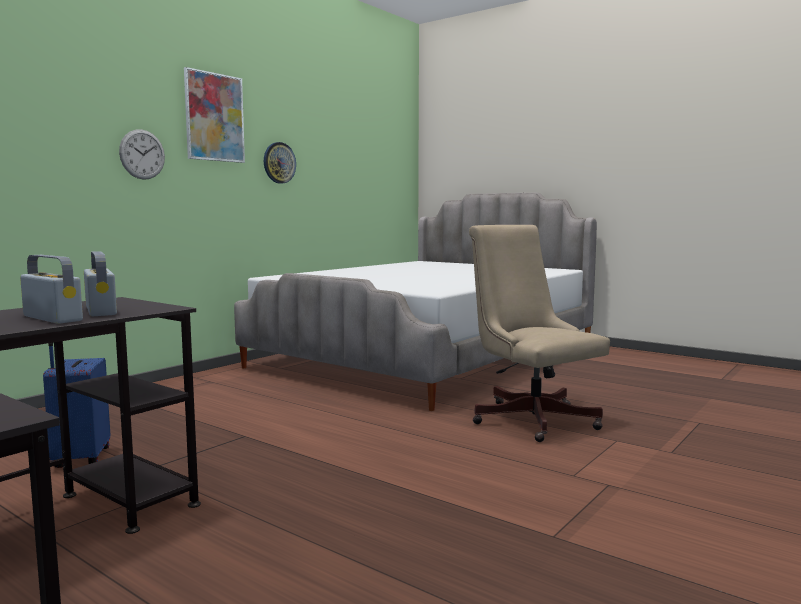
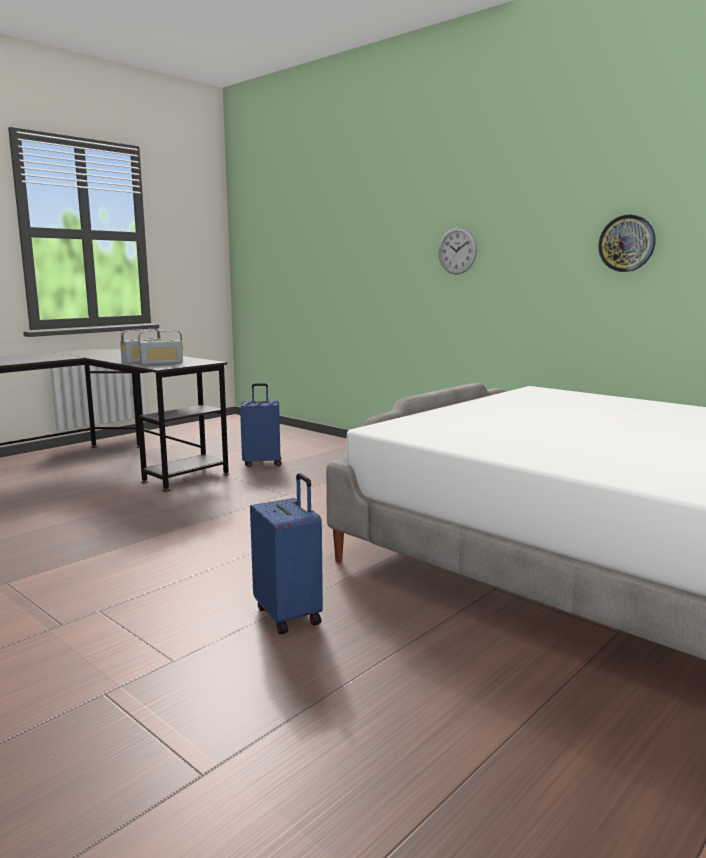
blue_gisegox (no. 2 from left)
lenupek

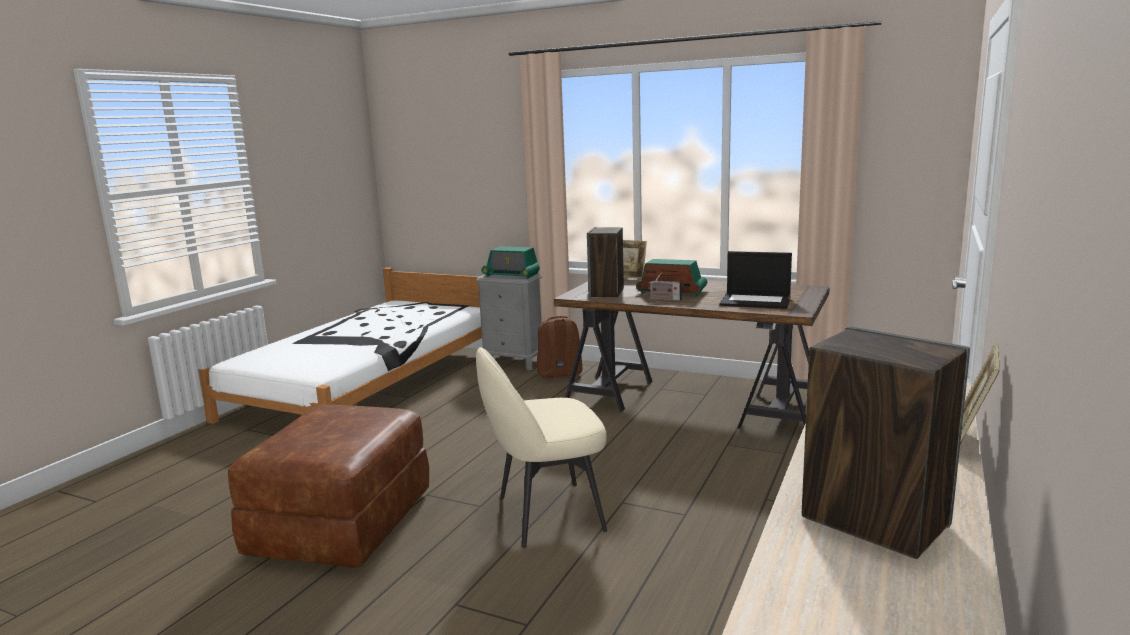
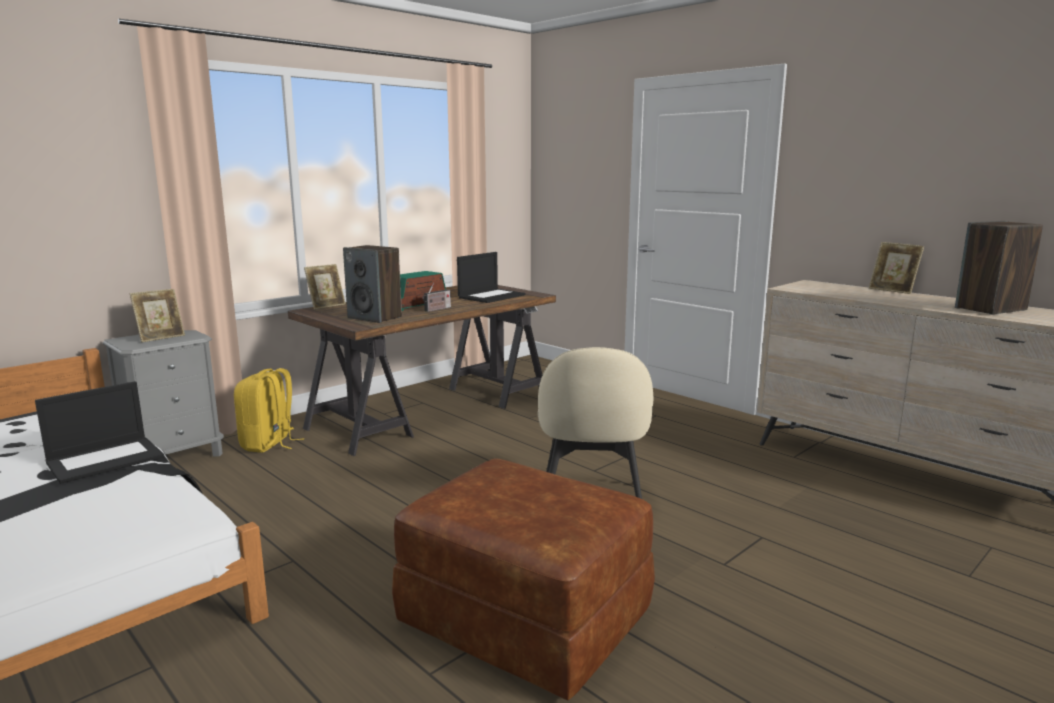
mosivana (no. 1 from left)
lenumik (no. 1 from left)
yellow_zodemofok

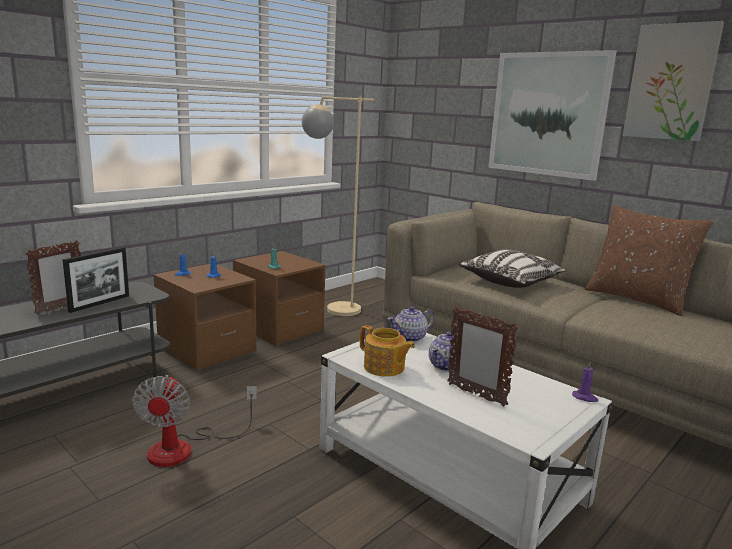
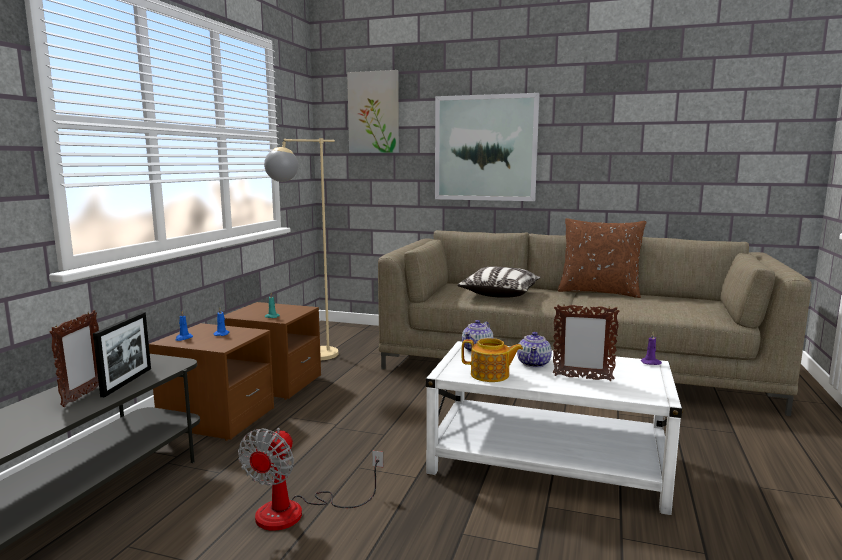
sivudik
lenupek (no. 1 from left)

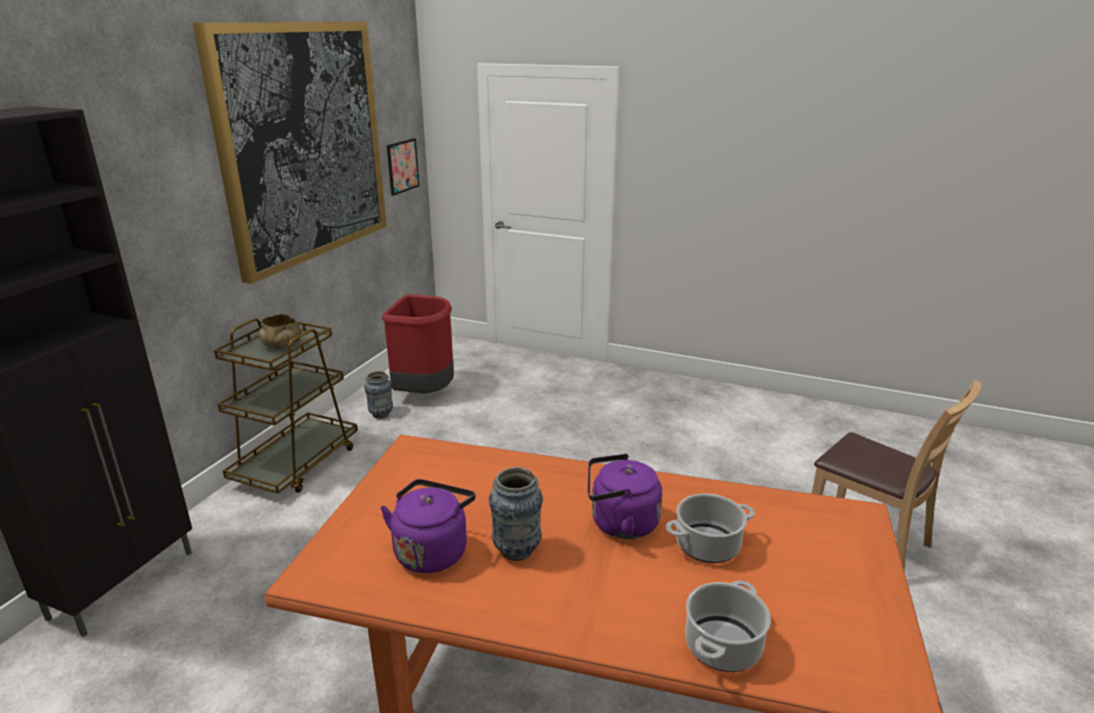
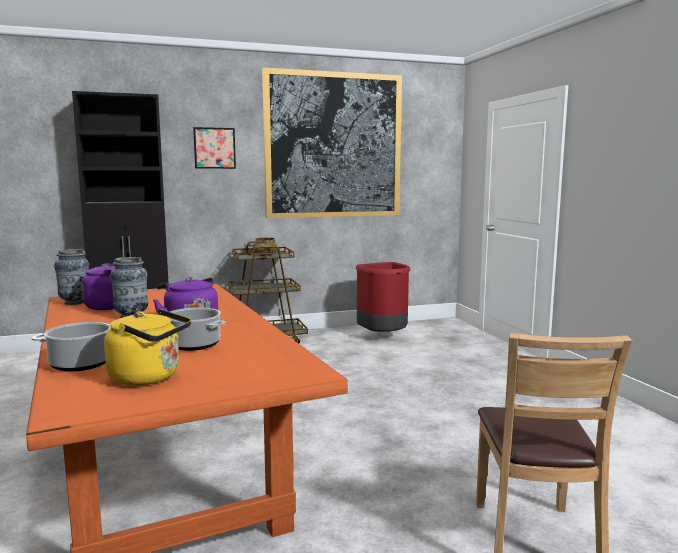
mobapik (no. 1 from left)
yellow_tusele
lenupek (no. 1 from left)

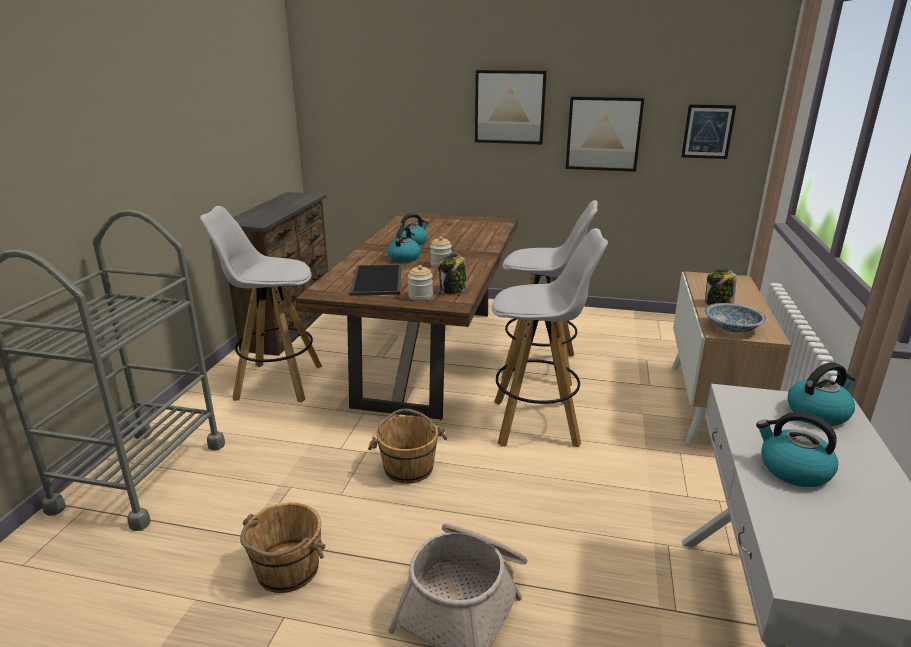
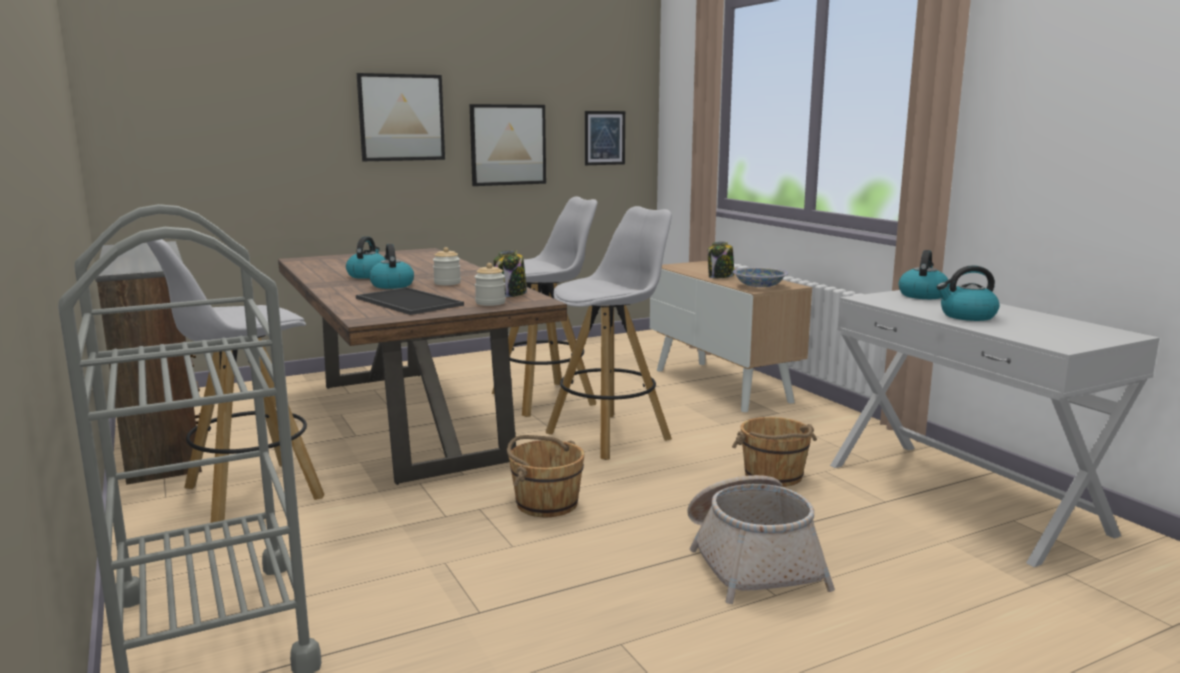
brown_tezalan (no. 2 from left)

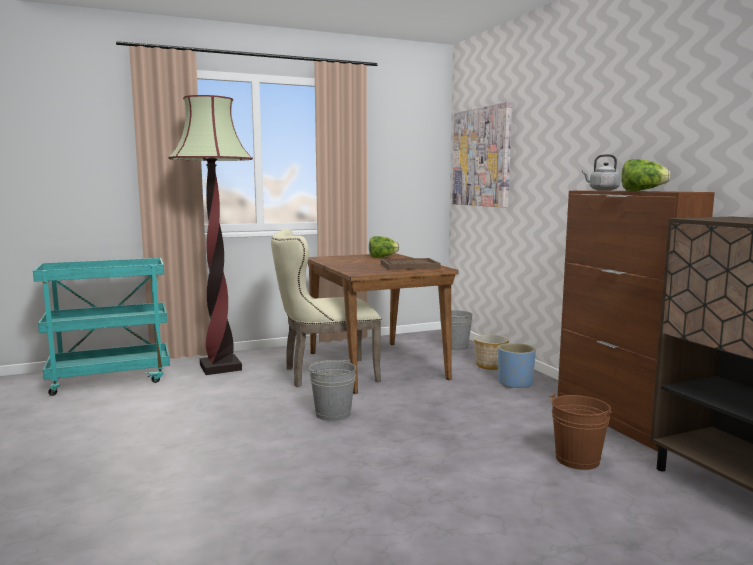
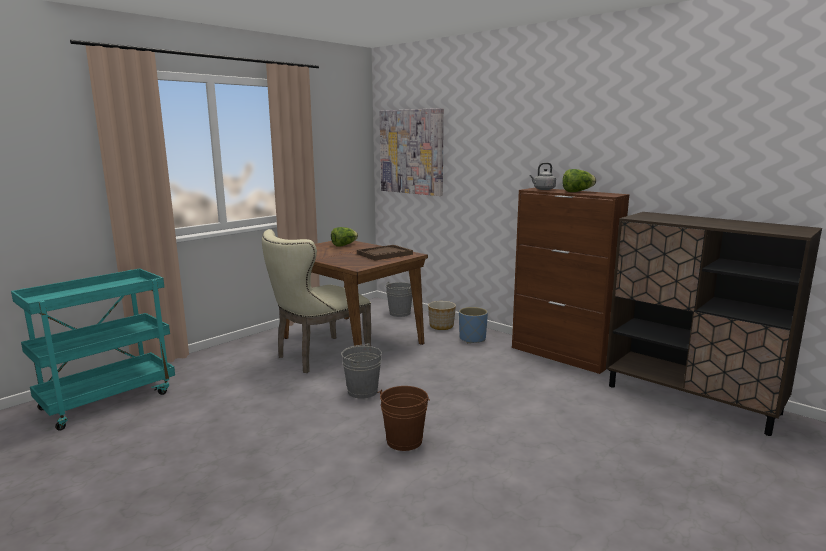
brown_tezalan
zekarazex

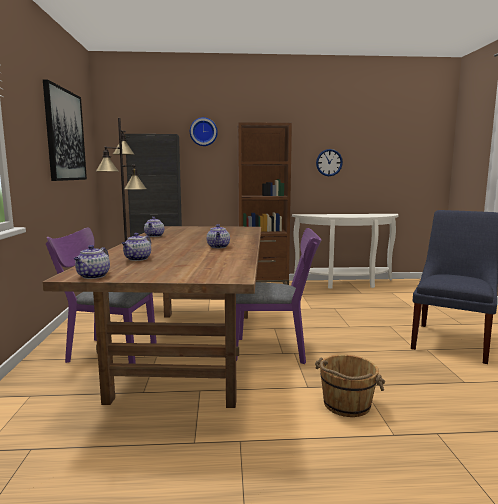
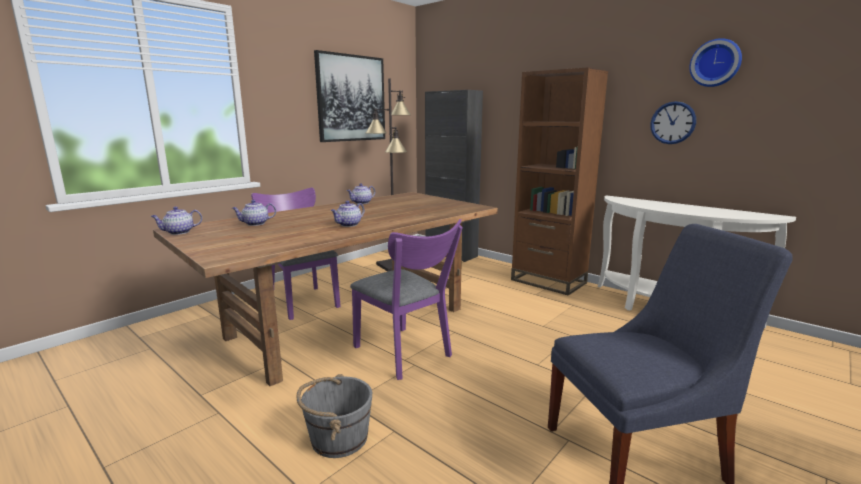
grey_tezalan
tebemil (no. 2 from left)

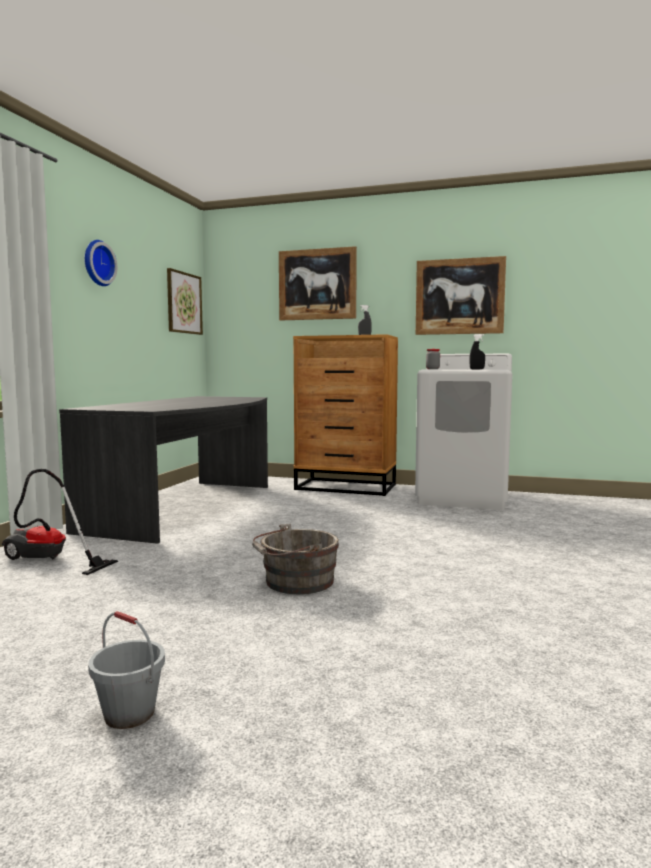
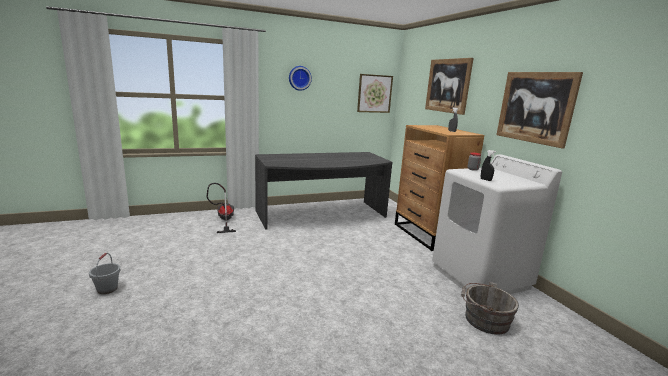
grey_tezalan (no. 2 from left)

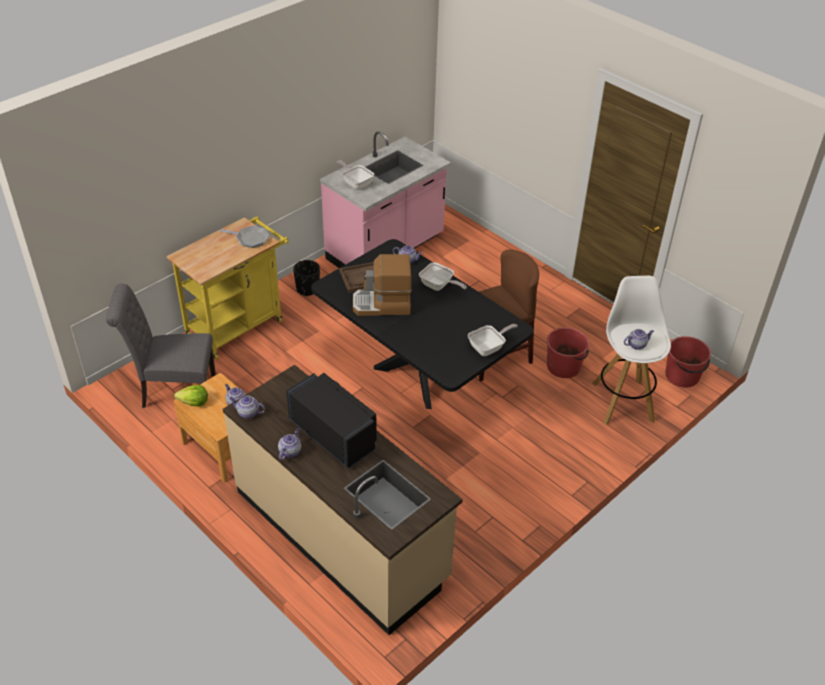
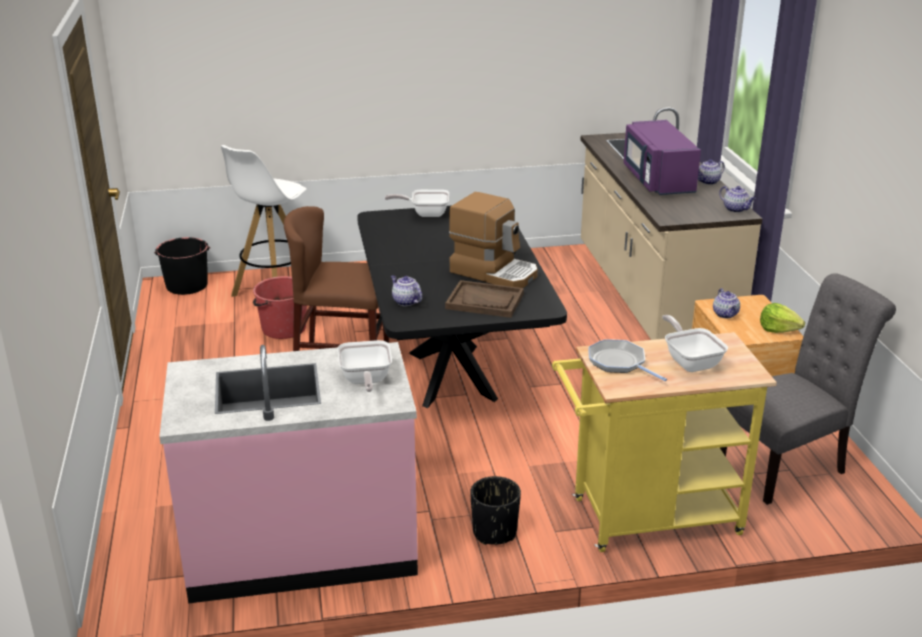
black_tezalan
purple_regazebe
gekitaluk (no. 4 from left)
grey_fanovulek
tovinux (no. 5 from left in the first image)

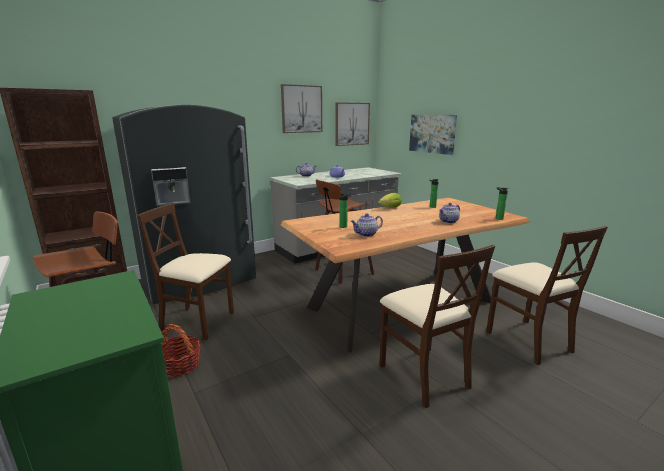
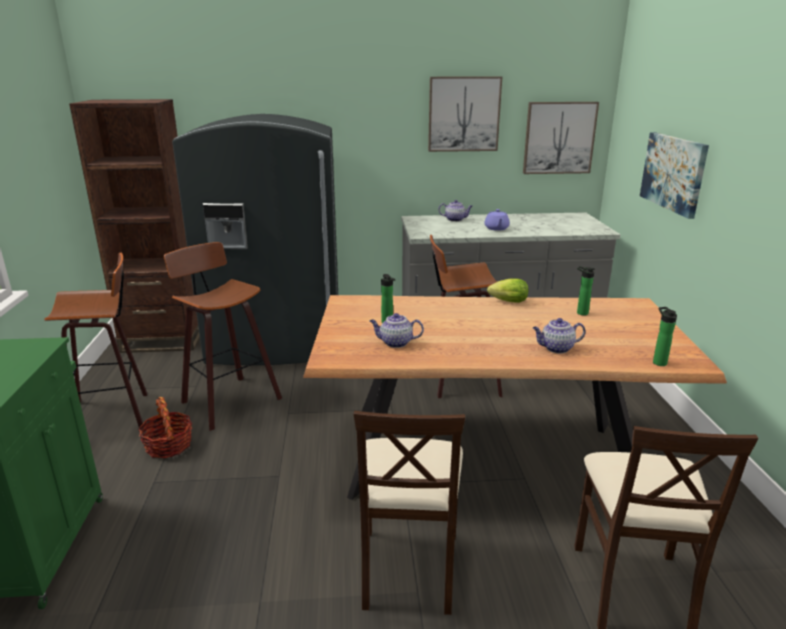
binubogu (no. 2 from left)

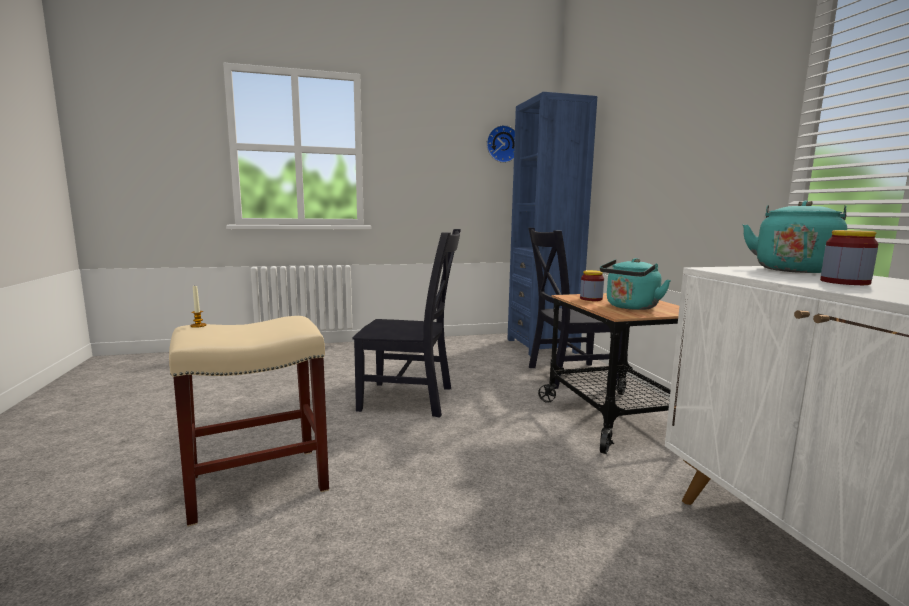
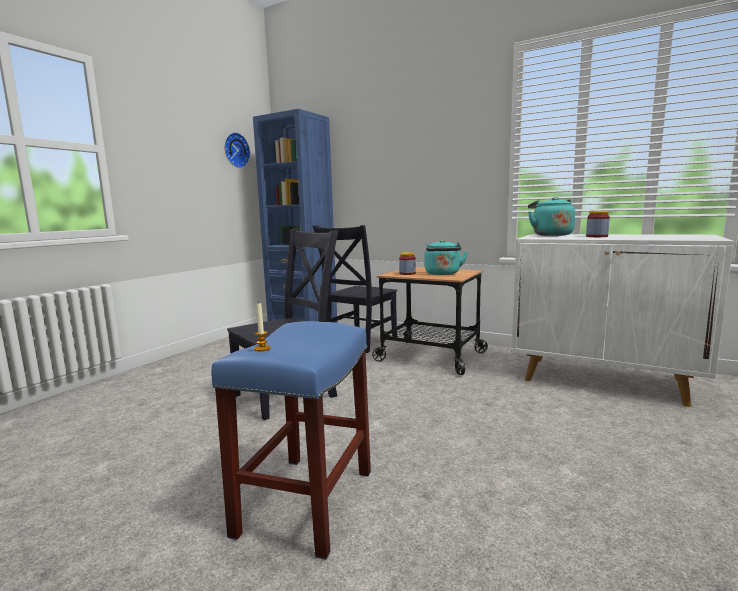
blue_binubogu

